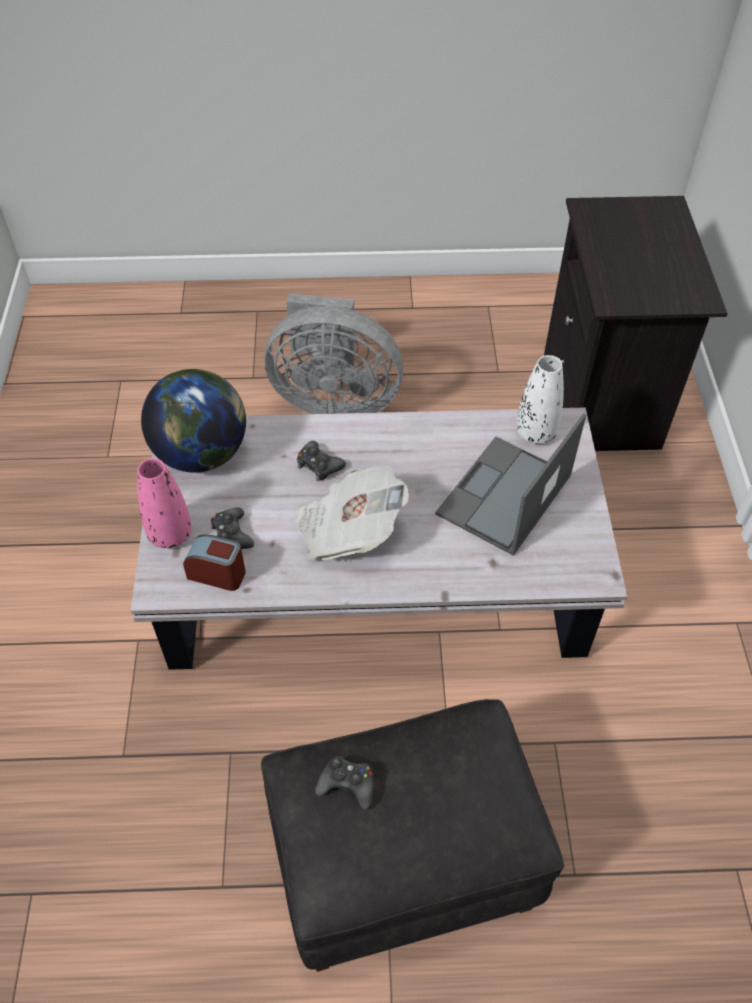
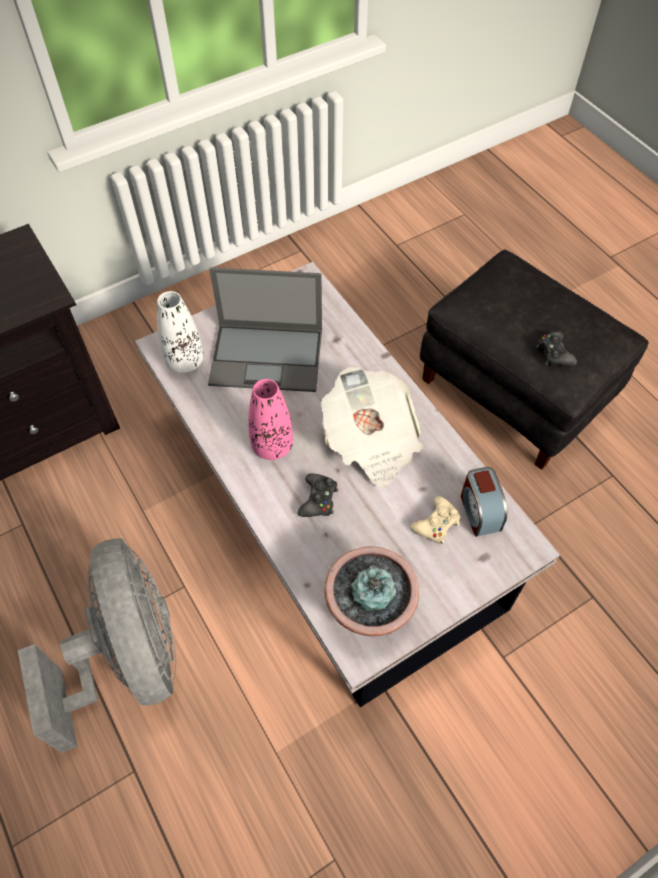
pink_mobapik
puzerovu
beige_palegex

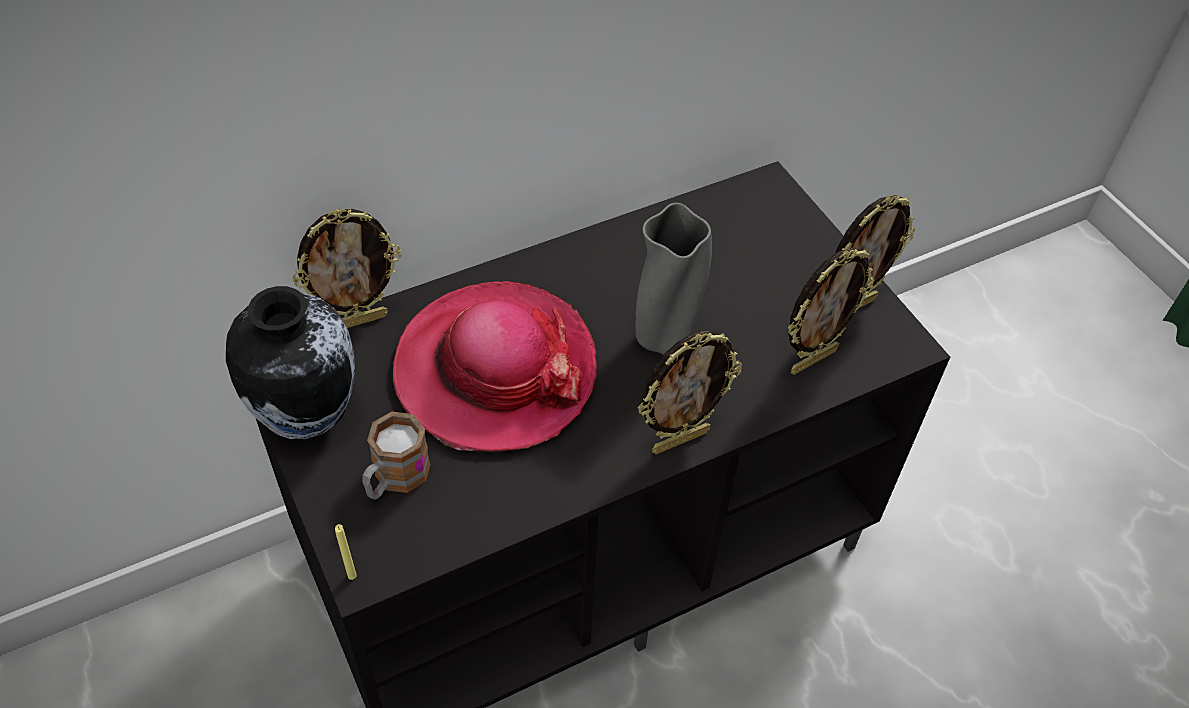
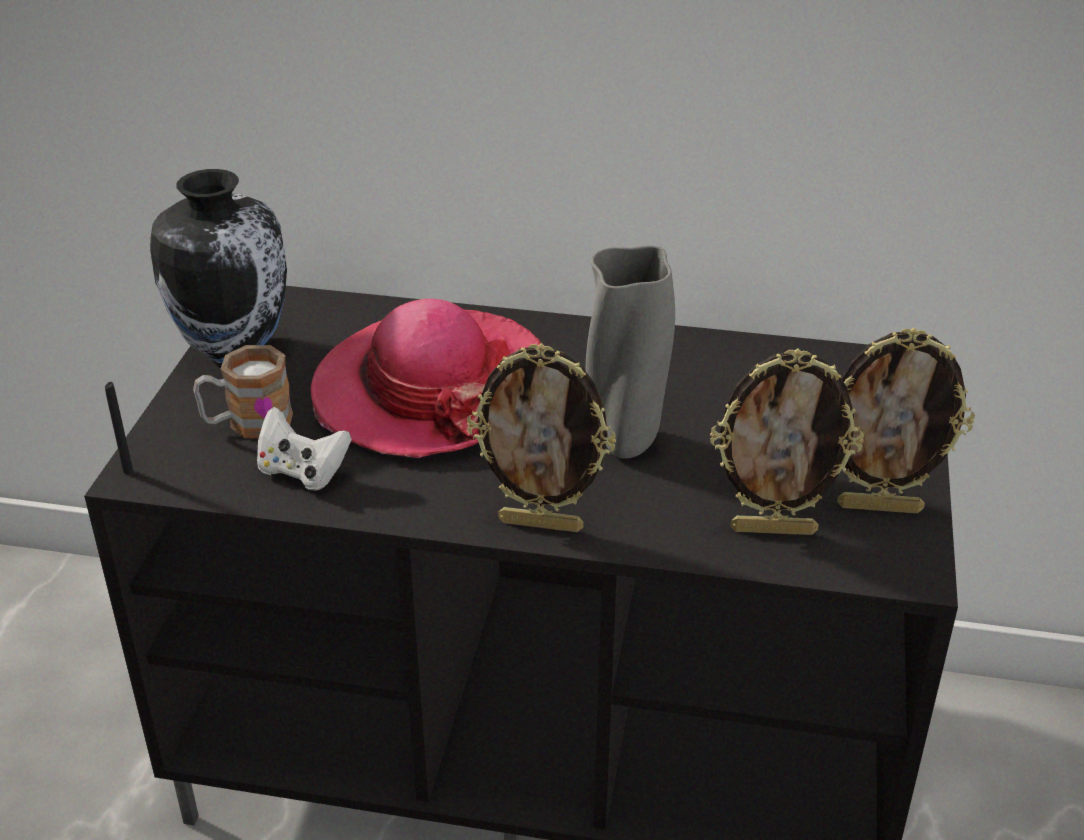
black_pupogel
white_palegex
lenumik (no. 1 from left in the first image)

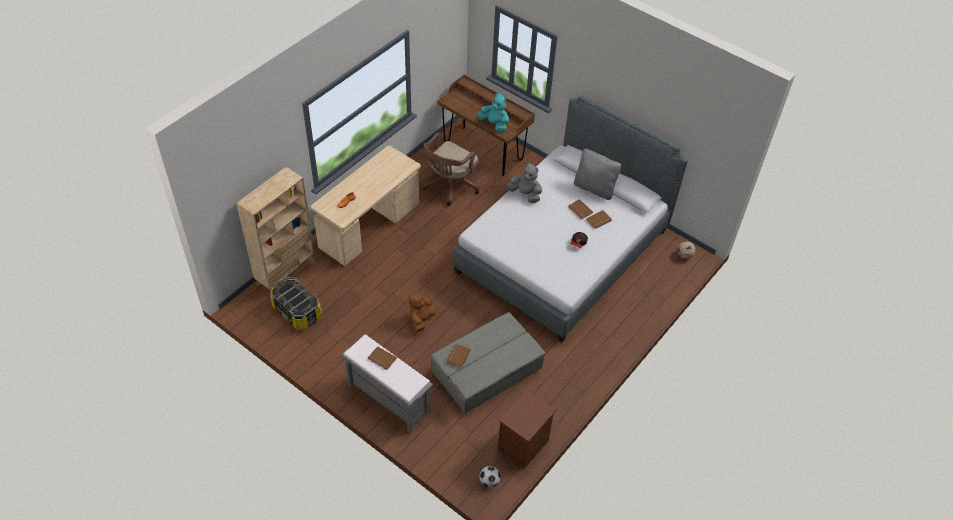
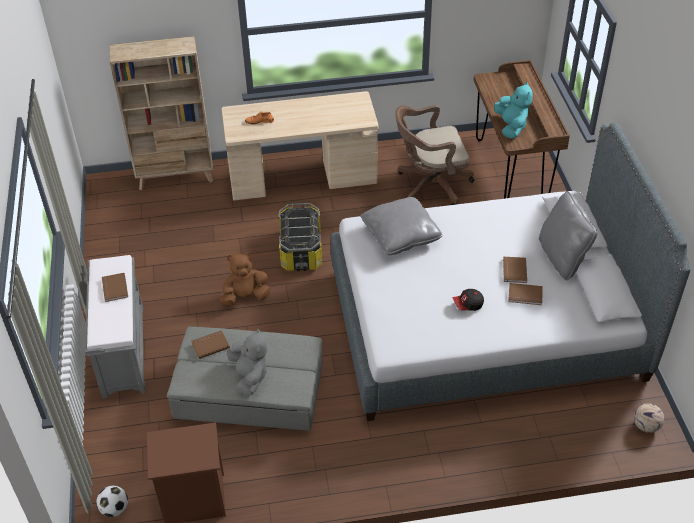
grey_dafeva
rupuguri
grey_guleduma (no. 1 from left)

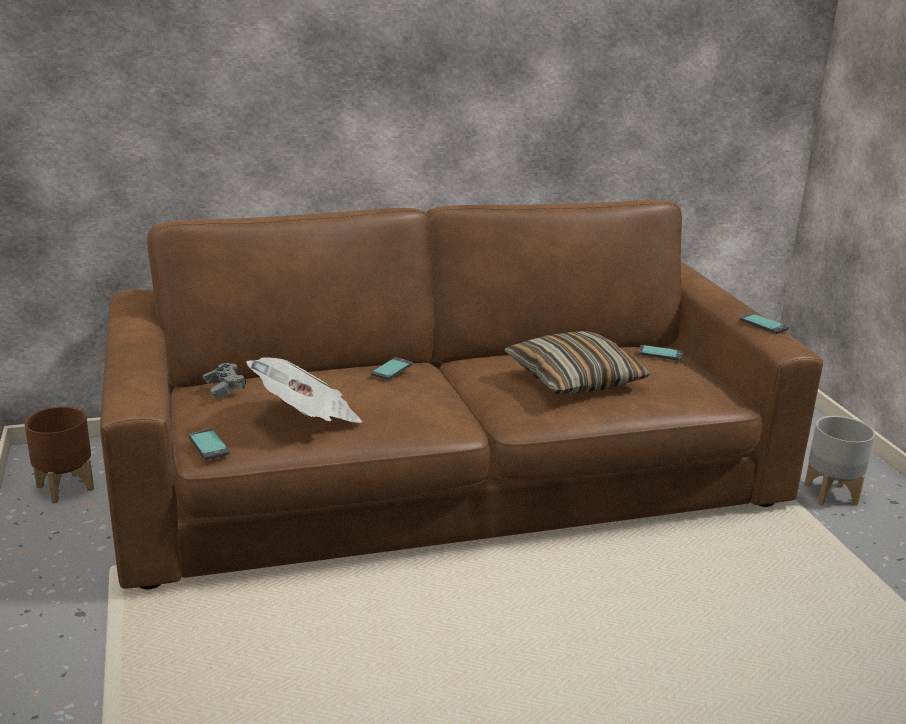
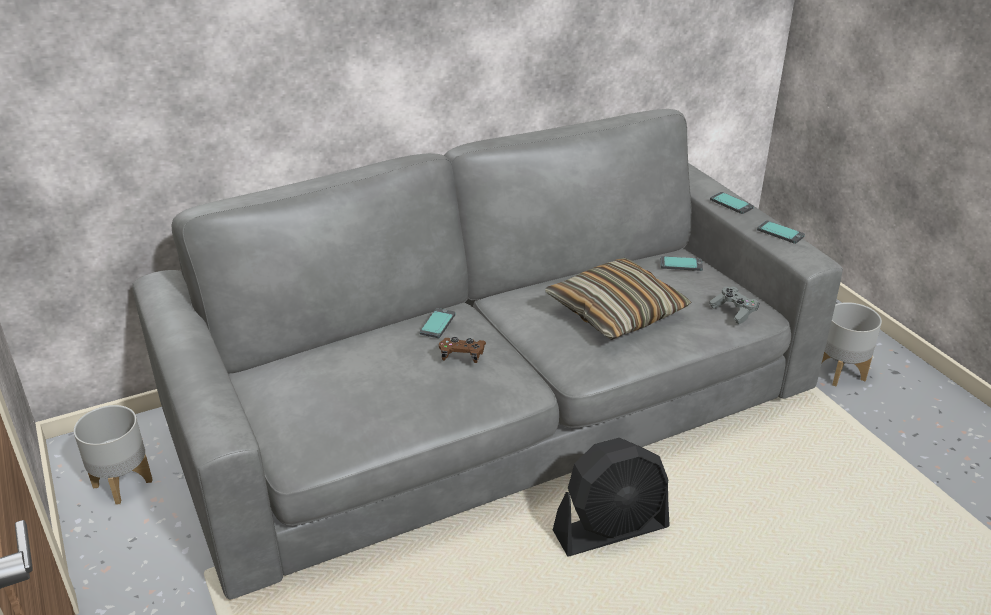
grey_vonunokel (no. 1 from left)
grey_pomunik
brown_palegex
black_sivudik
grey_palegex
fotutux (no. 3 from left)
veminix

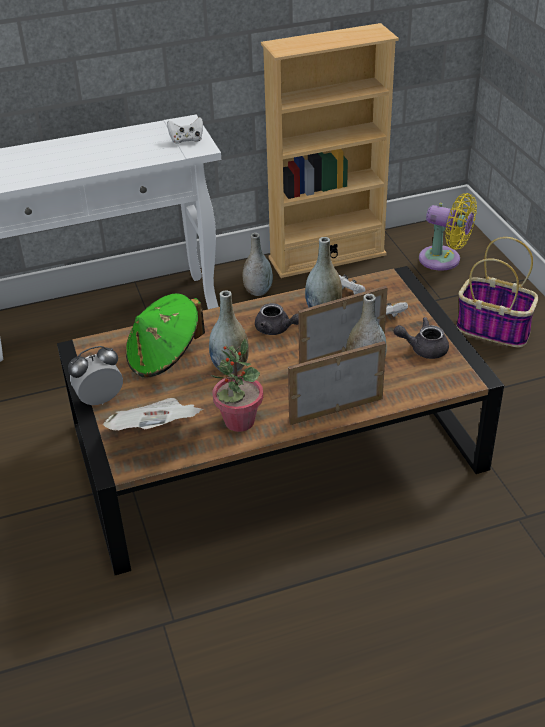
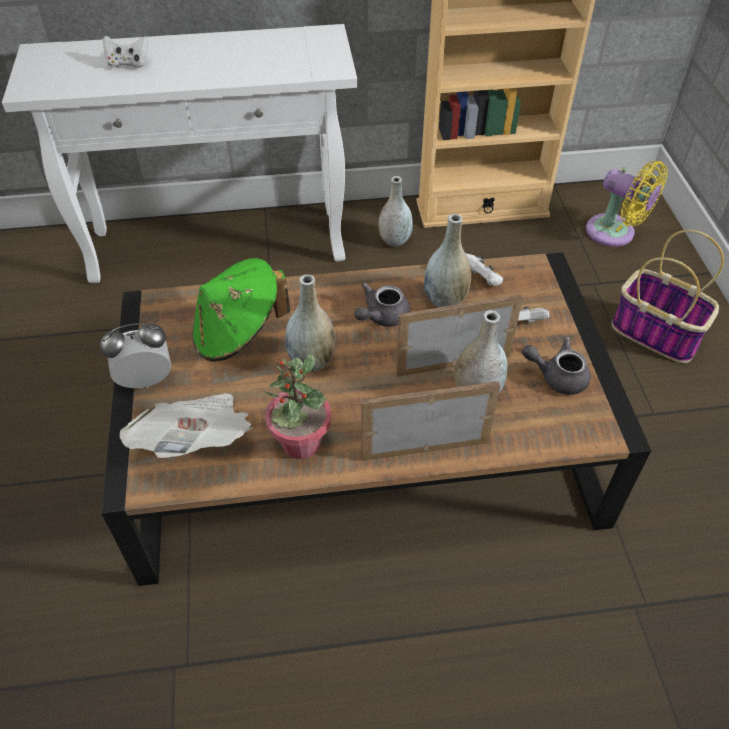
white_palegex (no. 1 from left)
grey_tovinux (no. 1 from left)

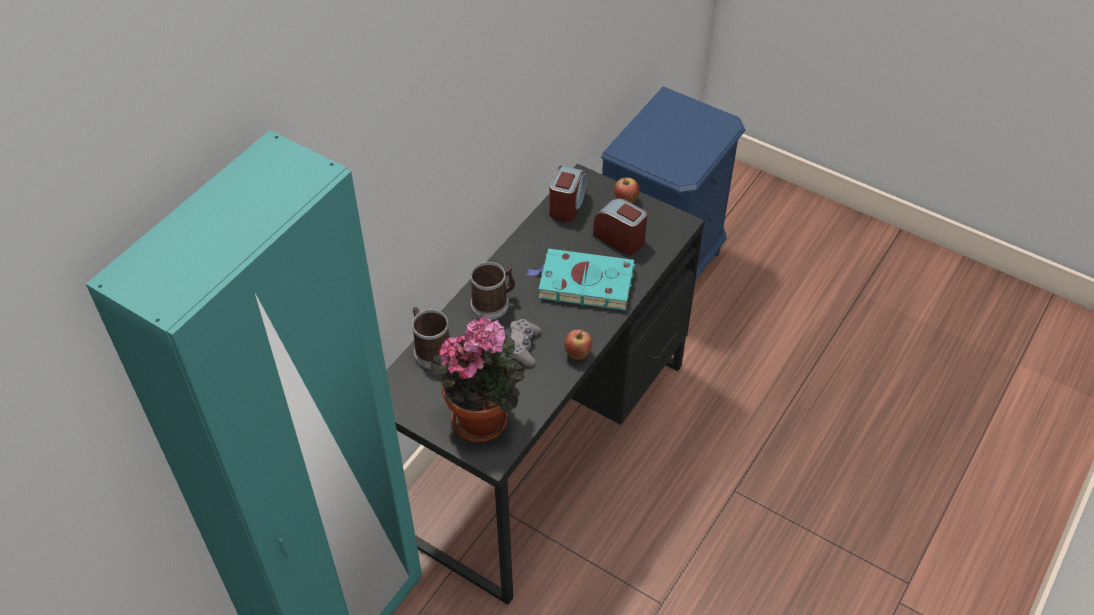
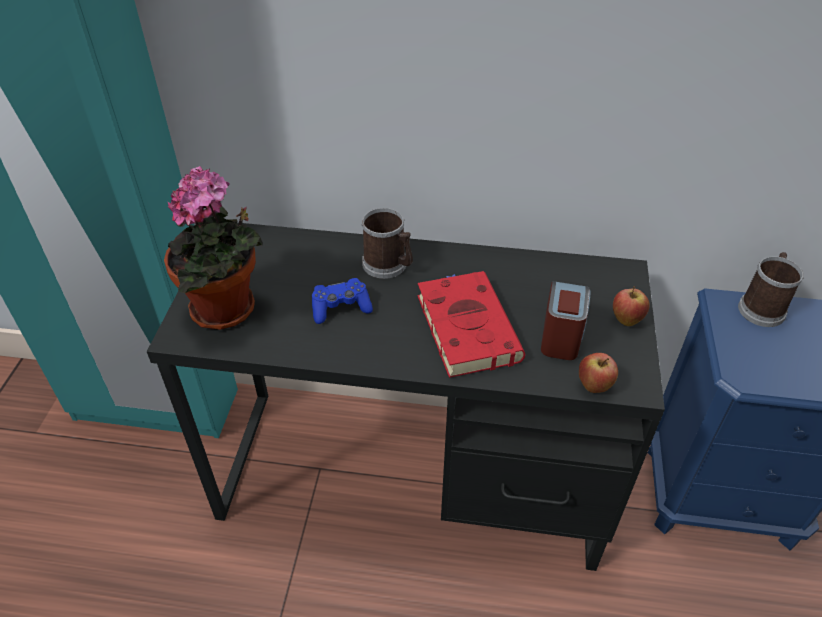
blue_palegex
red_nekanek
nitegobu (no. 1 from left)
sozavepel (no. 2 from left)
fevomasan (no. 1 from left in the first image)

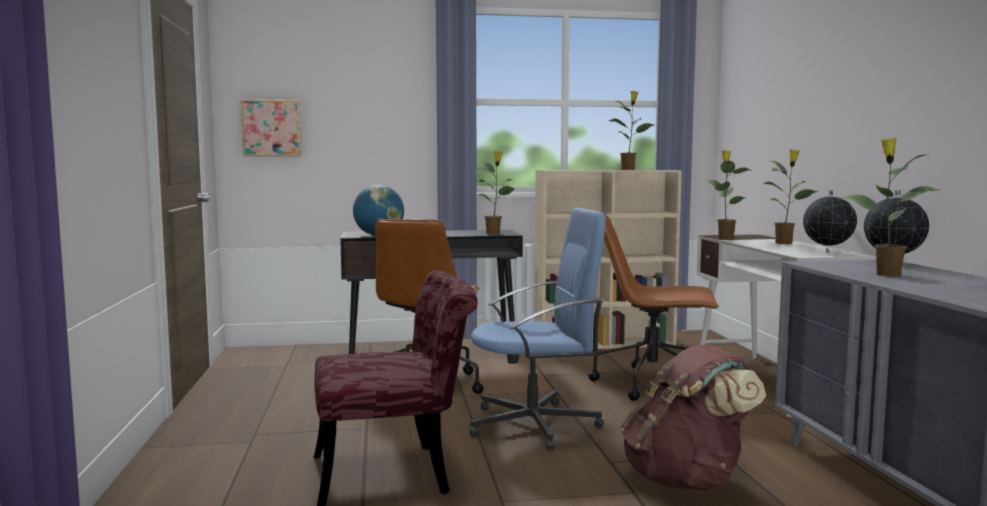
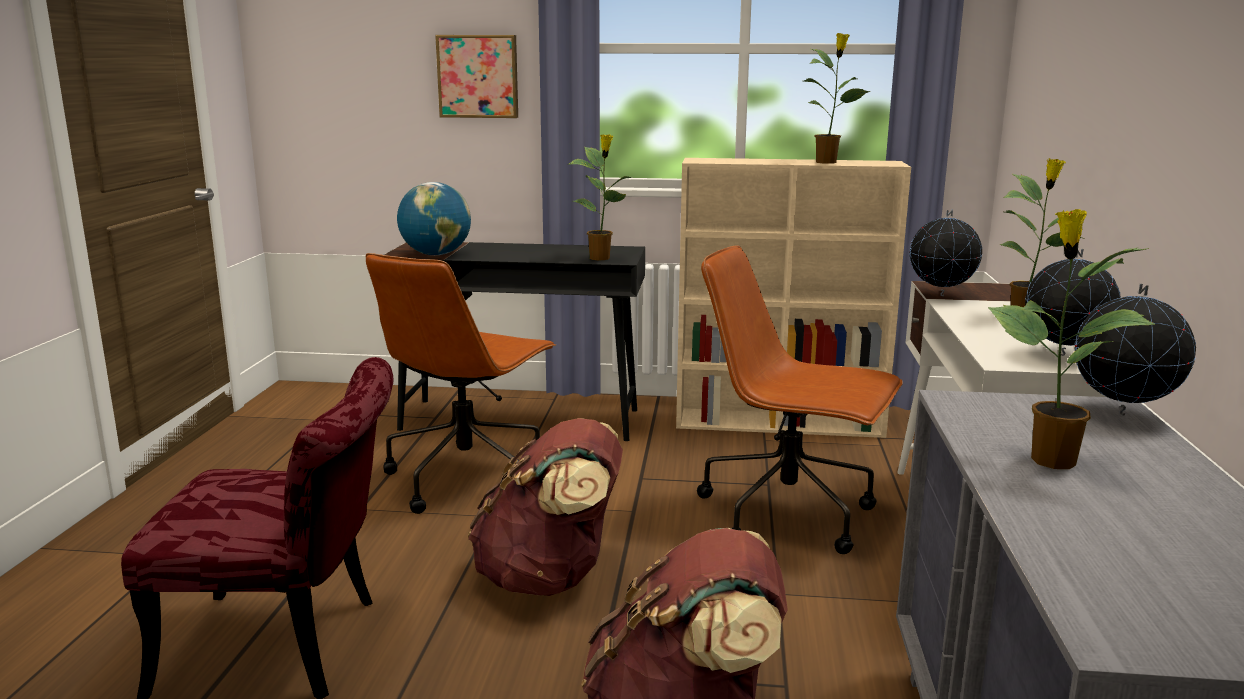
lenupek
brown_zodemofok (no. 1 from left)
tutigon (no. 2 from left)

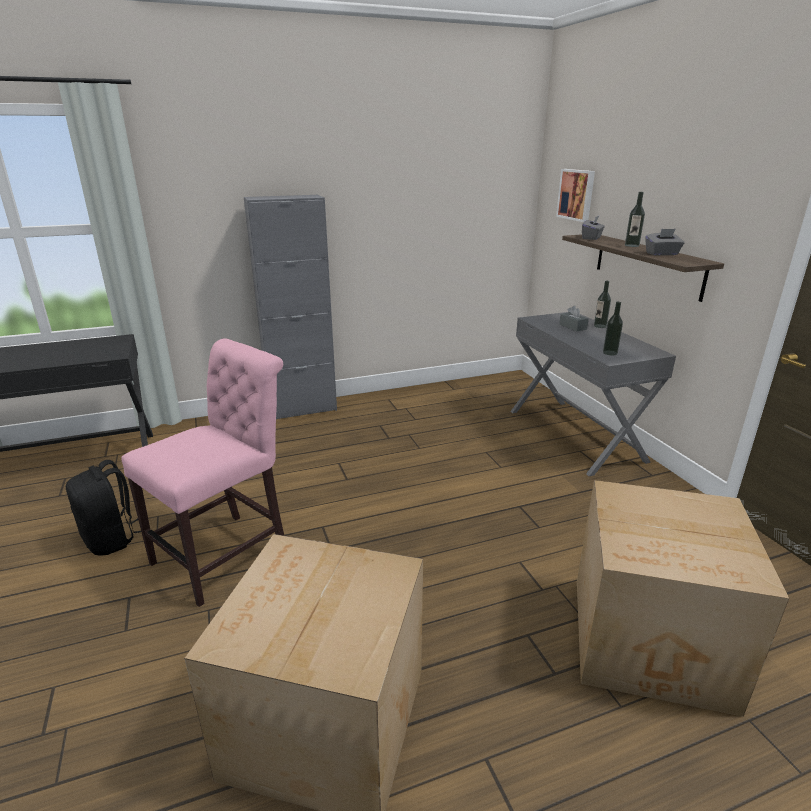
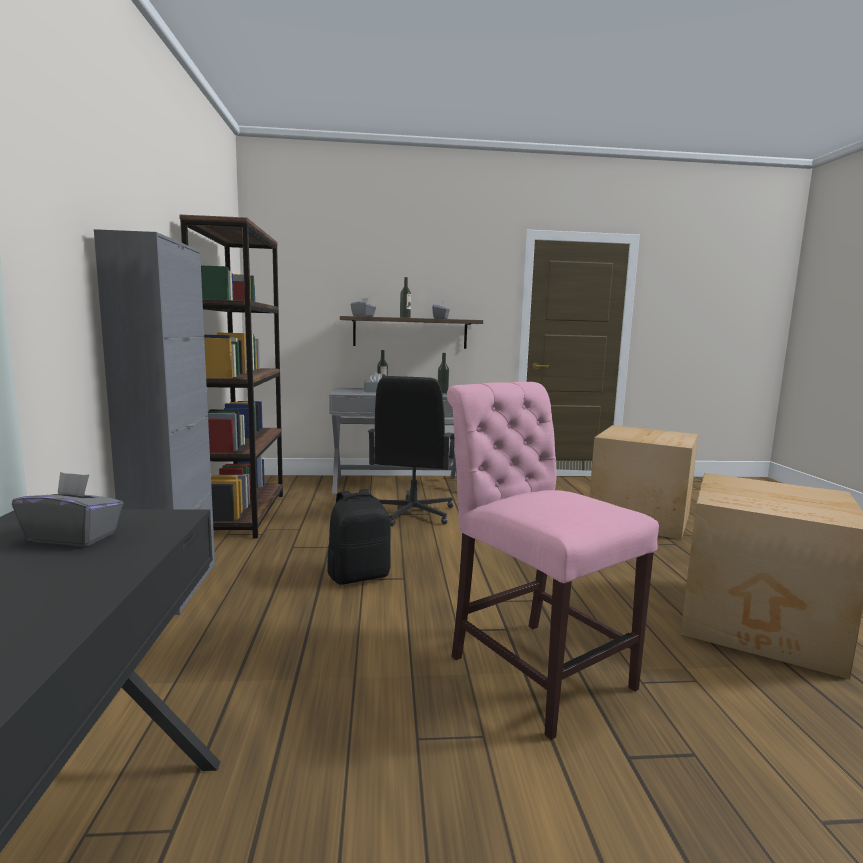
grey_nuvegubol (no. 1 from left)
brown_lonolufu
black_zodemofok
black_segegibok
lenupek

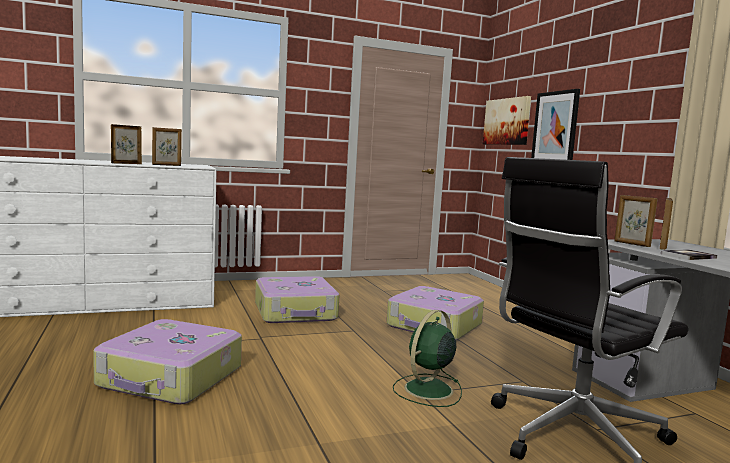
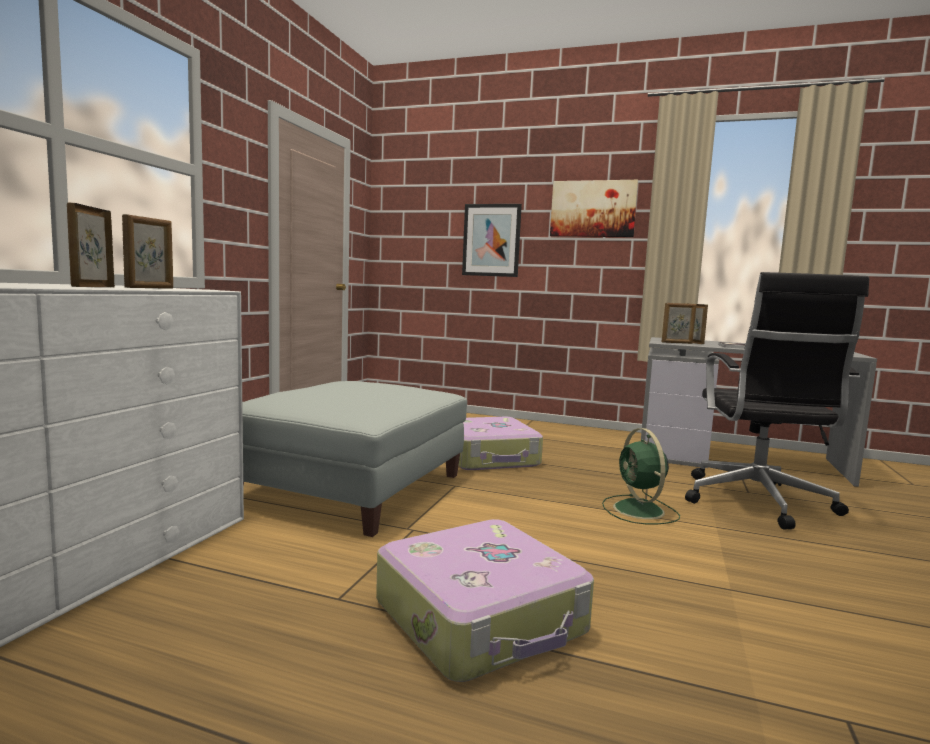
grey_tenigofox
lenupek (no. 2 from left)

